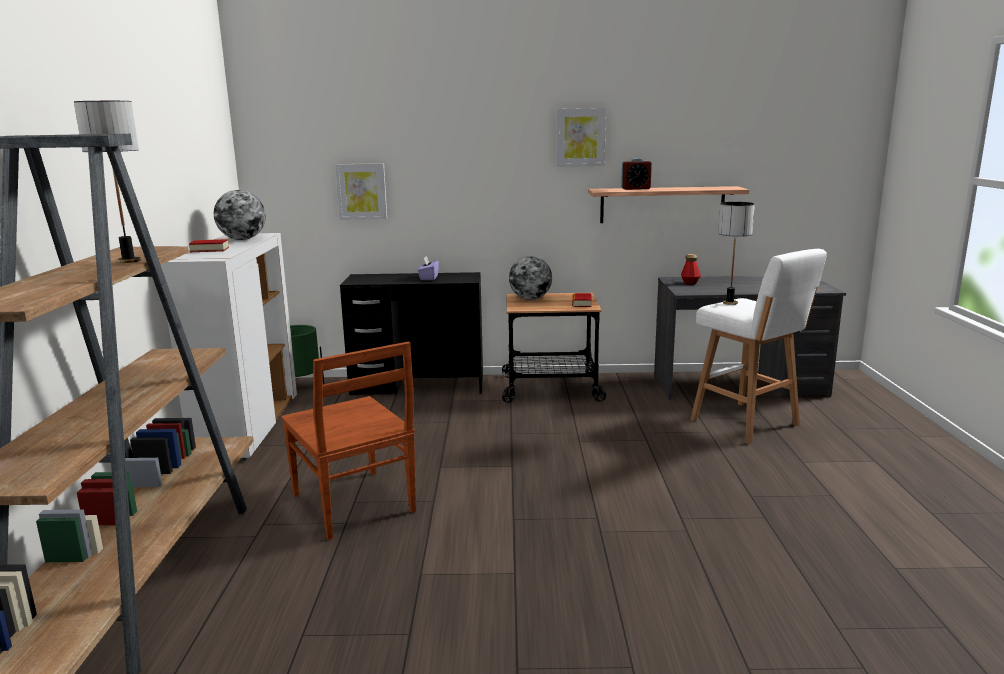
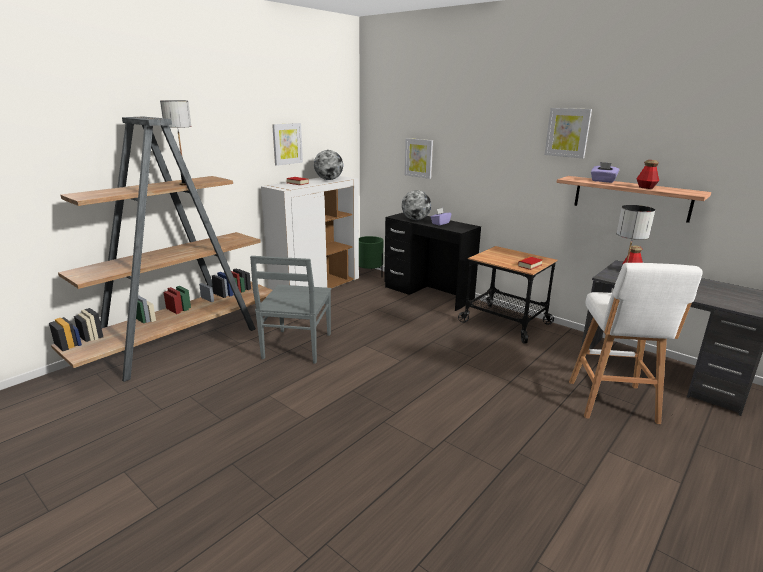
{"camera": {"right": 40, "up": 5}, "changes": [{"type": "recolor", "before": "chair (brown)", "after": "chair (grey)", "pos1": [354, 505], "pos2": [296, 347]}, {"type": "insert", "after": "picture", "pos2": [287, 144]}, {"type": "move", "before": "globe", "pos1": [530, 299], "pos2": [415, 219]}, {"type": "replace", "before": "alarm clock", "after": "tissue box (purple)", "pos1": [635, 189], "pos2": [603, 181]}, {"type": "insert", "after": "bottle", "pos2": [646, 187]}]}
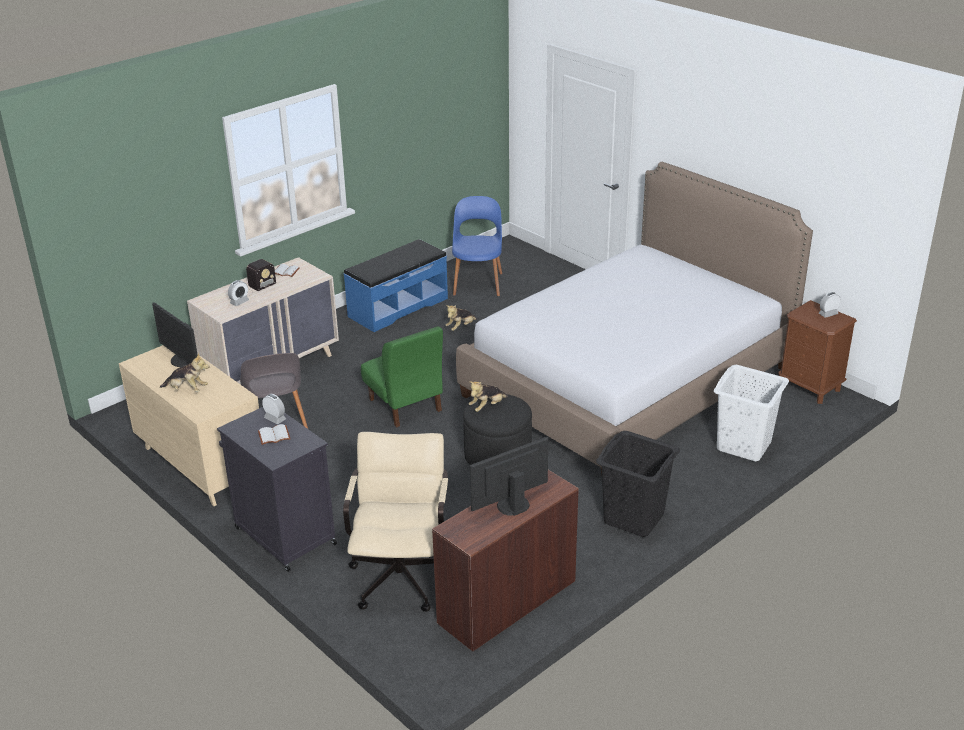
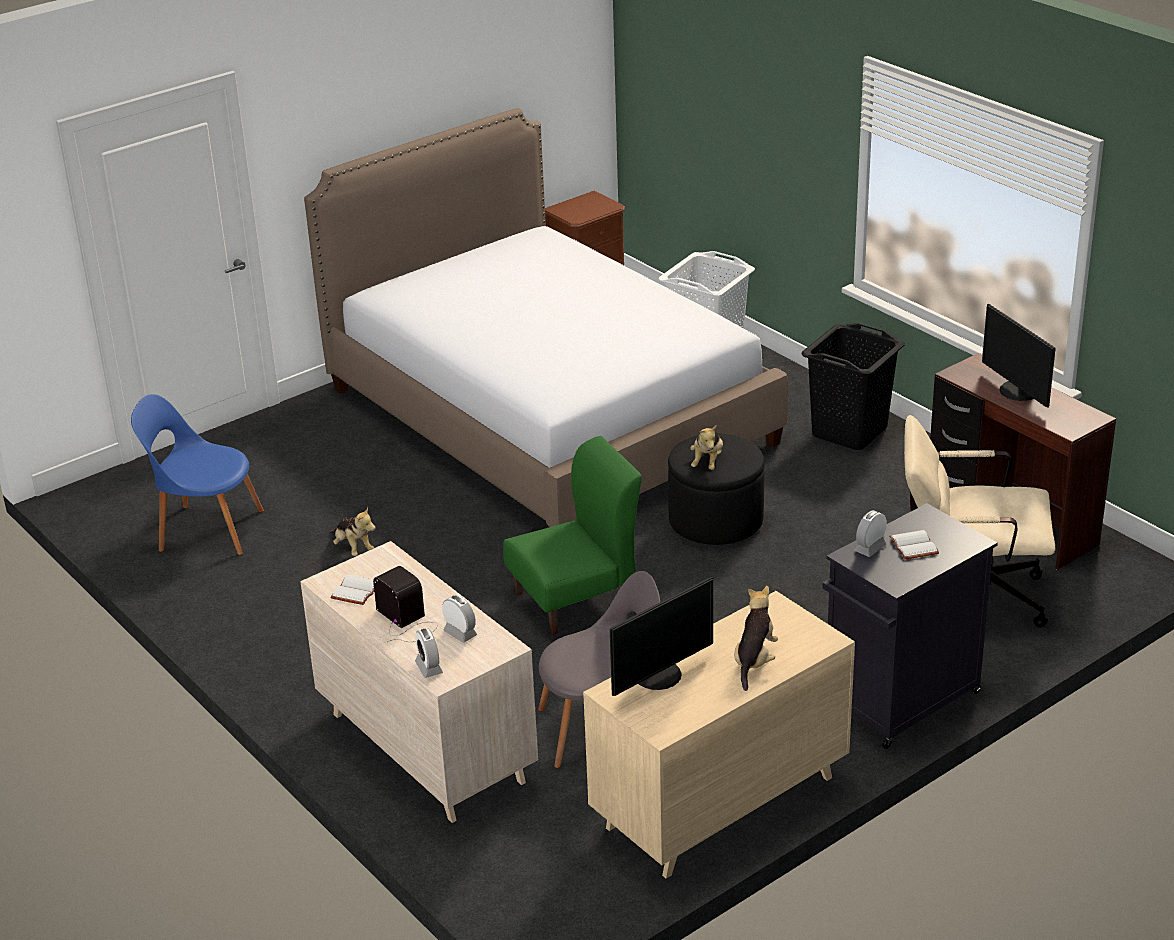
{"camera": {"right": -85, "up": 0}, "changes": [{"type": "move", "before": "alarm clock", "pos1": [828, 314], "pos2": [429, 667]}, {"type": "rotate", "before": "plush toy", "pos1": [487, 407], "pos2": [707, 462], "turn": 45}, {"type": "delete", "before": "bench (blue)", "pos1": [397, 307]}]}
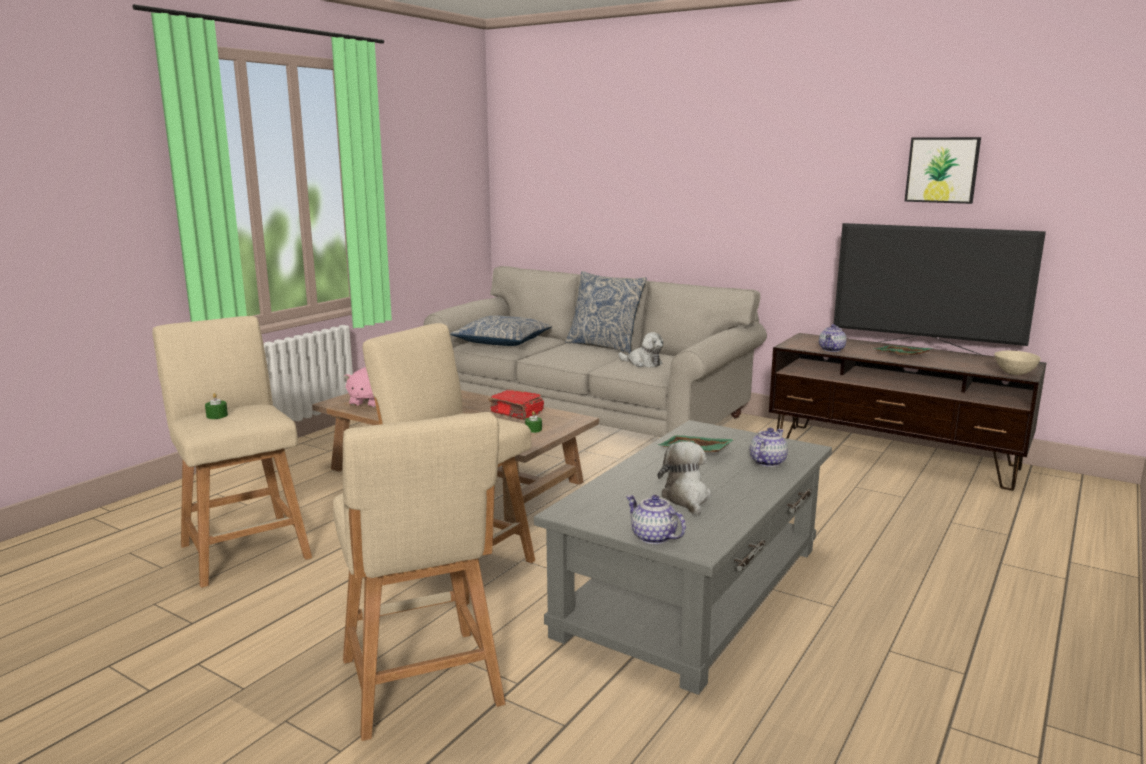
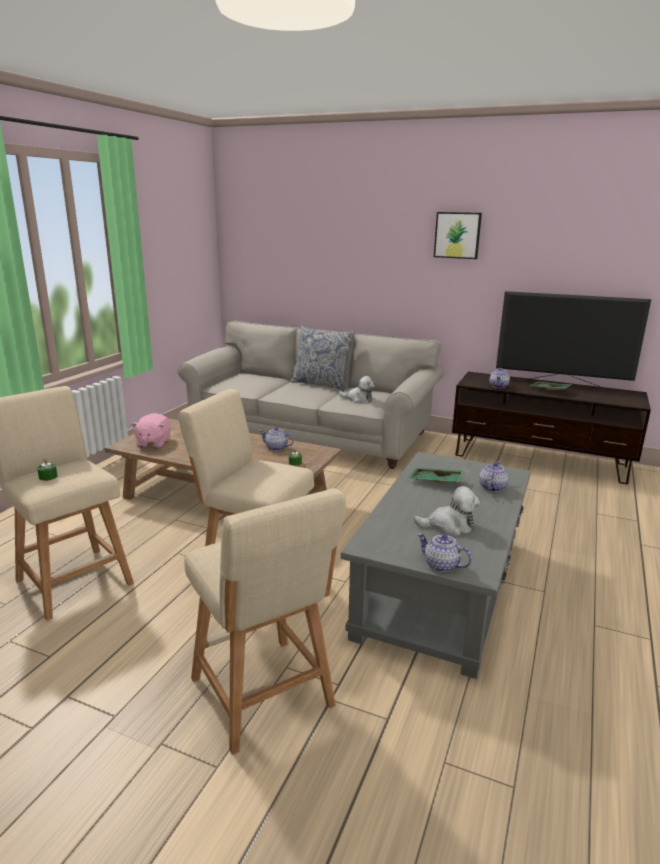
{"camera": {"right": -10, "up": 5}, "changes": [{"type": "replace", "before": "book (red)", "after": "teapot", "pos1": [517, 413], "pos2": [276, 448]}, {"type": "rotate", "before": "plush toy", "pos1": [686, 498], "pos2": [449, 526], "turn": 105}, {"type": "move", "before": "picture", "pos1": [942, 170], "pos2": [457, 235]}, {"type": "delete", "before": "pillow", "pos1": [502, 342]}, {"type": "delete", "before": "bowl (beige)", "pos1": [1013, 373]}]}
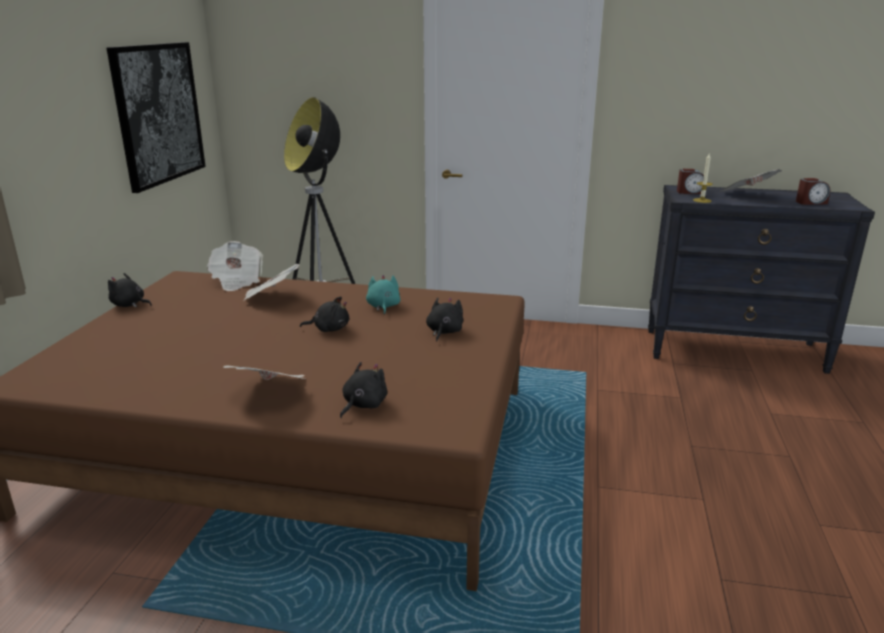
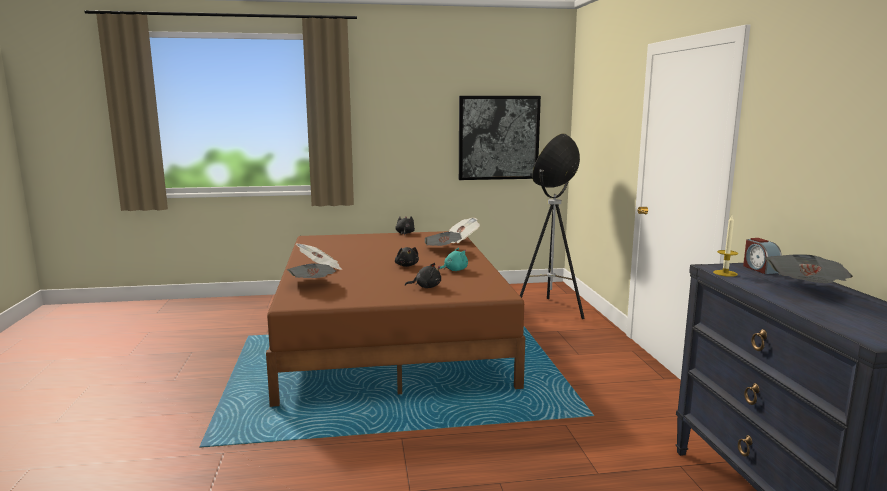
{"camera": {"right": 70, "up": -10}, "changes": [{"type": "replace", "before": "plush toy (black)", "after": "newspaper", "pos1": [363, 405], "pos2": [313, 284]}, {"type": "delete", "before": "alarm clock", "pos1": [811, 202]}]}
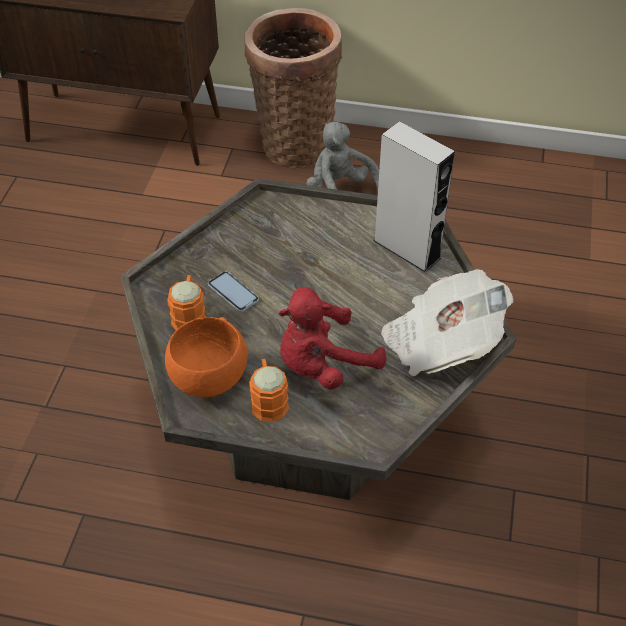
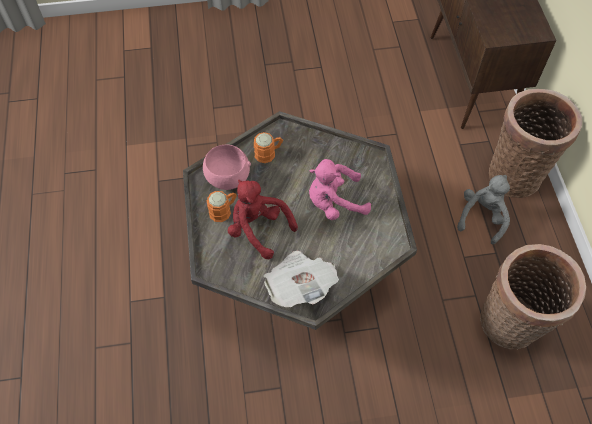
{"camera": {"right": 70, "up": 10}, "changes": [{"type": "recolor", "before": "bowl (orange)", "after": "bowl (pink)", "pos1": [208, 379], "pos2": [227, 178]}, {"type": "insert", "after": "plush toy (pink)", "pos2": [334, 202]}, {"type": "insert", "after": "basket", "pos2": [511, 325]}, {"type": "delete", "before": "phone", "pos1": [233, 292]}, {"type": "delete", "before": "speaker (grey)", "pos1": [407, 249]}]}
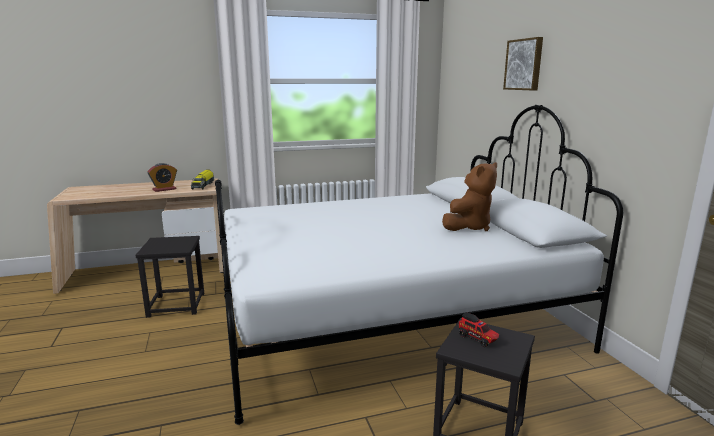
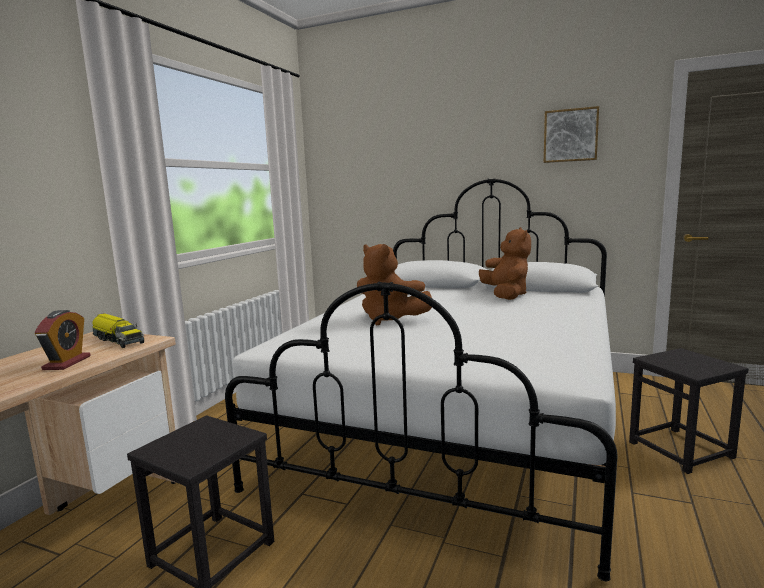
{"camera": {"right": -50, "up": -5}, "changes": [{"type": "insert", "after": "plush toy (brown)", "pos2": [390, 319]}, {"type": "move", "before": "picture", "pos1": [524, 64], "pos2": [570, 135]}, {"type": "delete", "before": "toy truck", "pos1": [478, 339]}]}
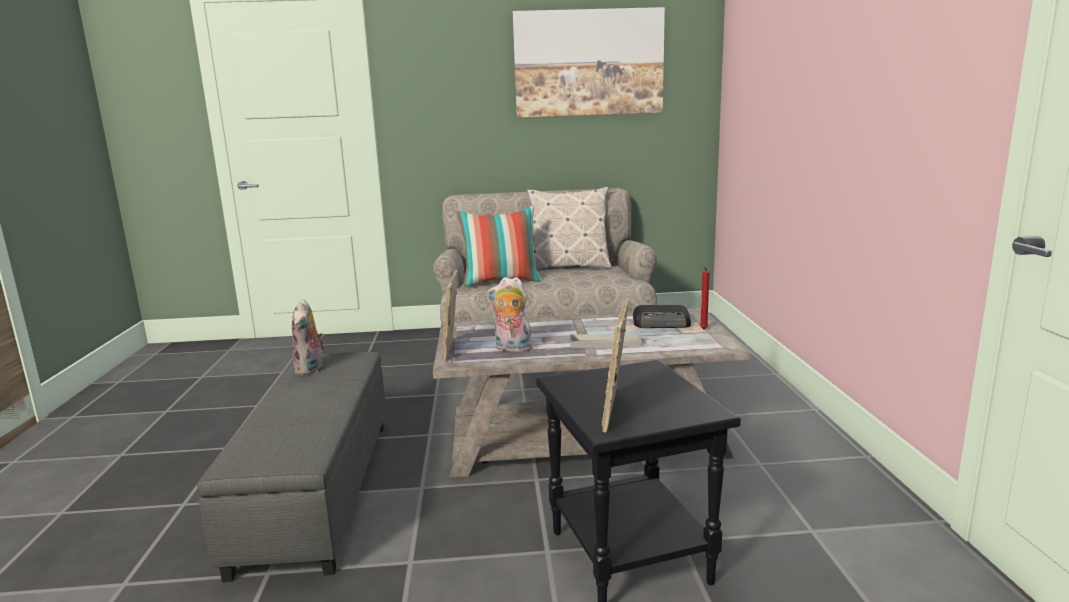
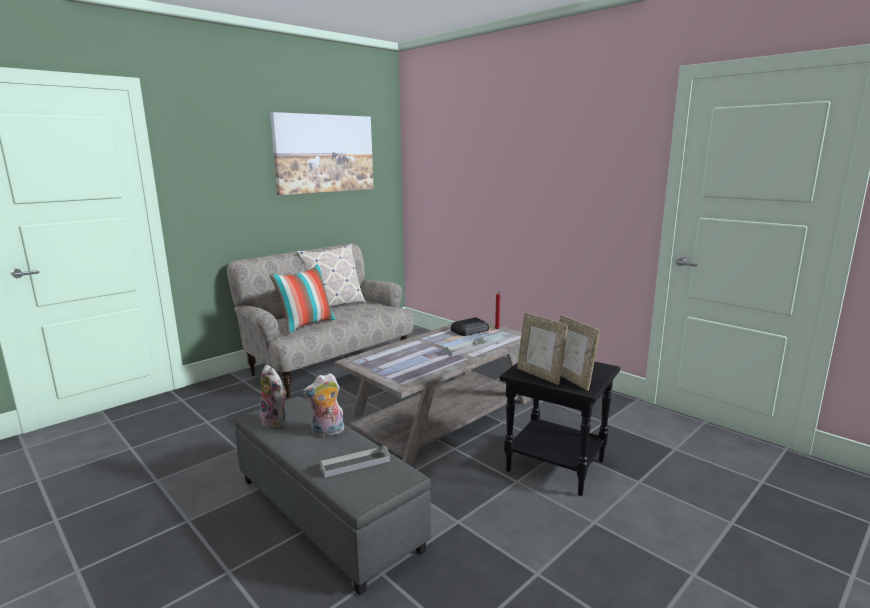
{"camera": {"right": -40, "up": 0}, "changes": [{"type": "move", "before": "plush toy", "pos1": [511, 349], "pos2": [327, 432]}, {"type": "insert", "after": "tray (grey)", "pos2": [355, 463]}, {"type": "move", "before": "picture frame", "pos1": [452, 349], "pos2": [539, 375]}]}
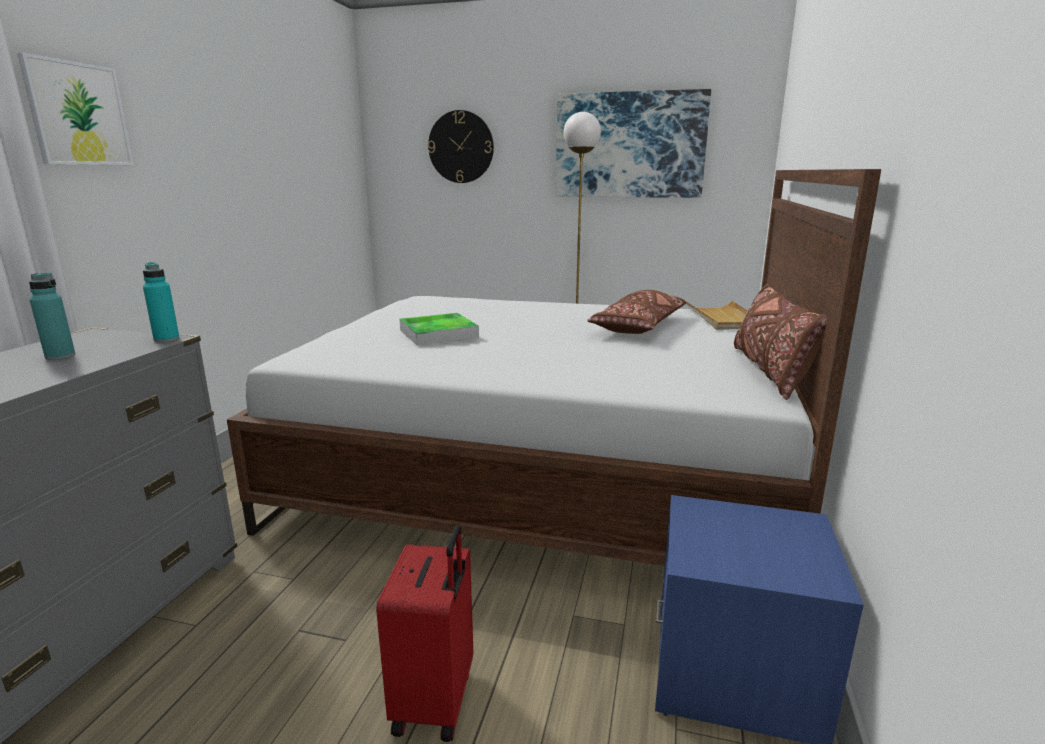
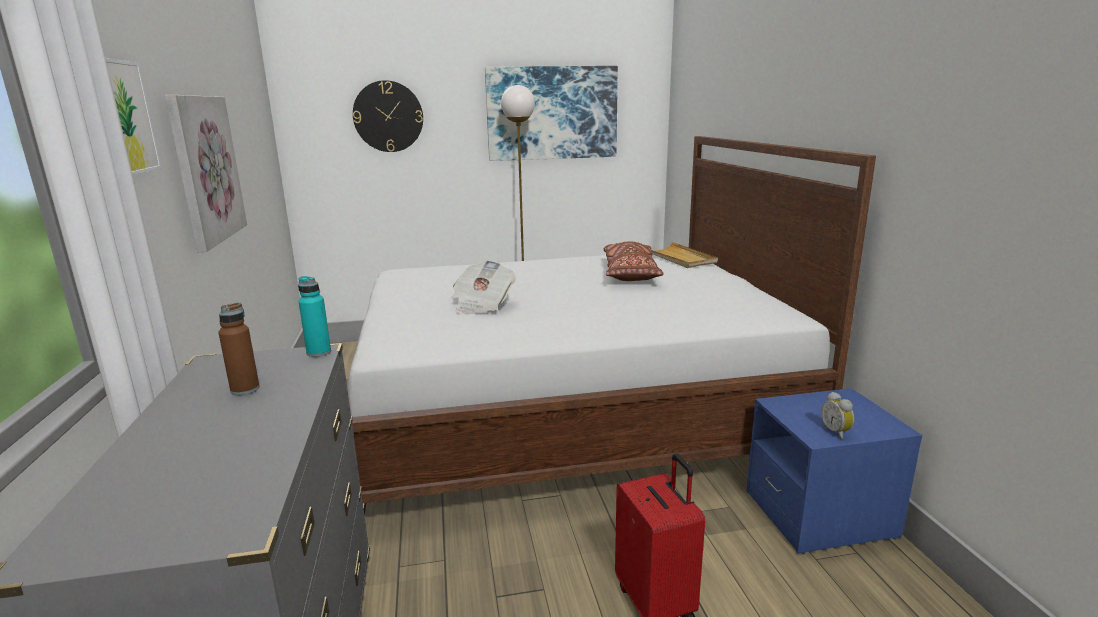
{"camera": {"right": -25, "up": 0}, "changes": [{"type": "insert", "after": "picture", "pos2": [205, 169]}, {"type": "recolor", "before": "bottle (turquoise)", "after": "bottle (brown)", "pos1": [60, 356], "pos2": [245, 389]}, {"type": "replace", "before": "tray", "after": "newspaper", "pos1": [438, 334], "pos2": [482, 305]}, {"type": "insert", "after": "alarm clock", "pos2": [836, 432]}, {"type": "delete", "before": "pillow (brown)", "pos1": [770, 371]}]}
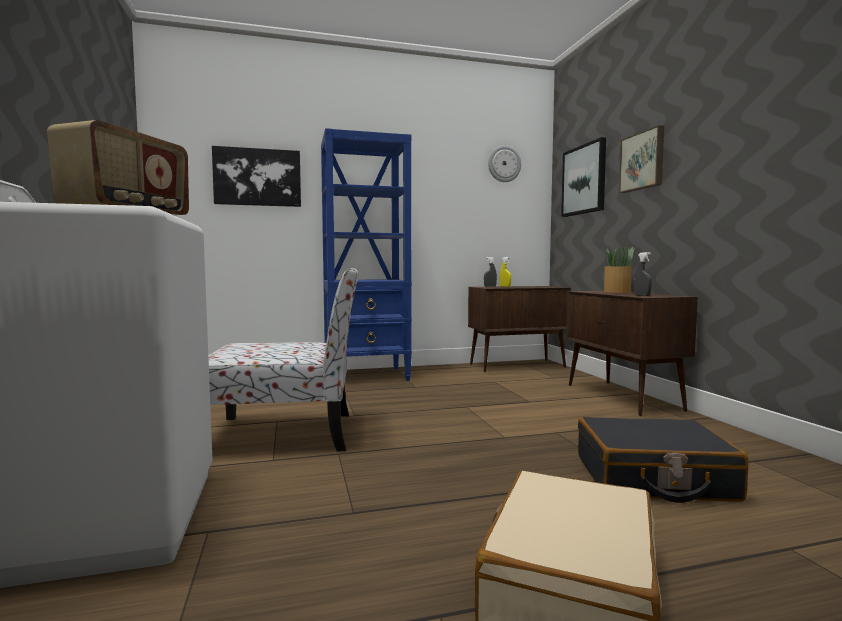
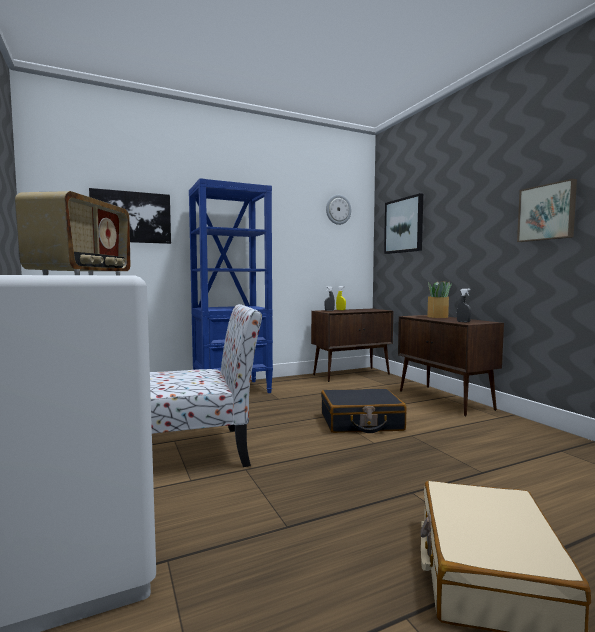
{"camera": {"right": -10, "up": 0}, "changes": [{"type": "move", "before": "suitcase (black)", "pos1": [653, 478], "pos2": [361, 422]}, {"type": "move", "before": "picture", "pos1": [642, 161], "pos2": [547, 212]}]}
